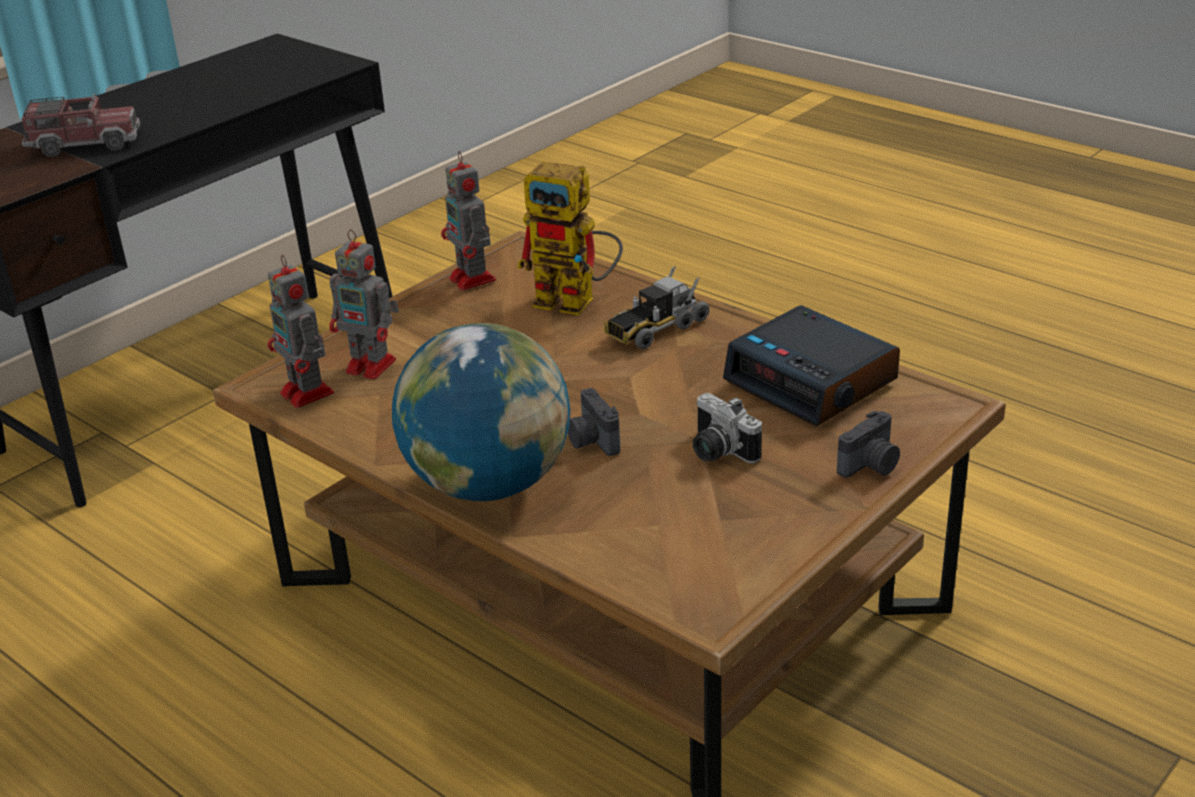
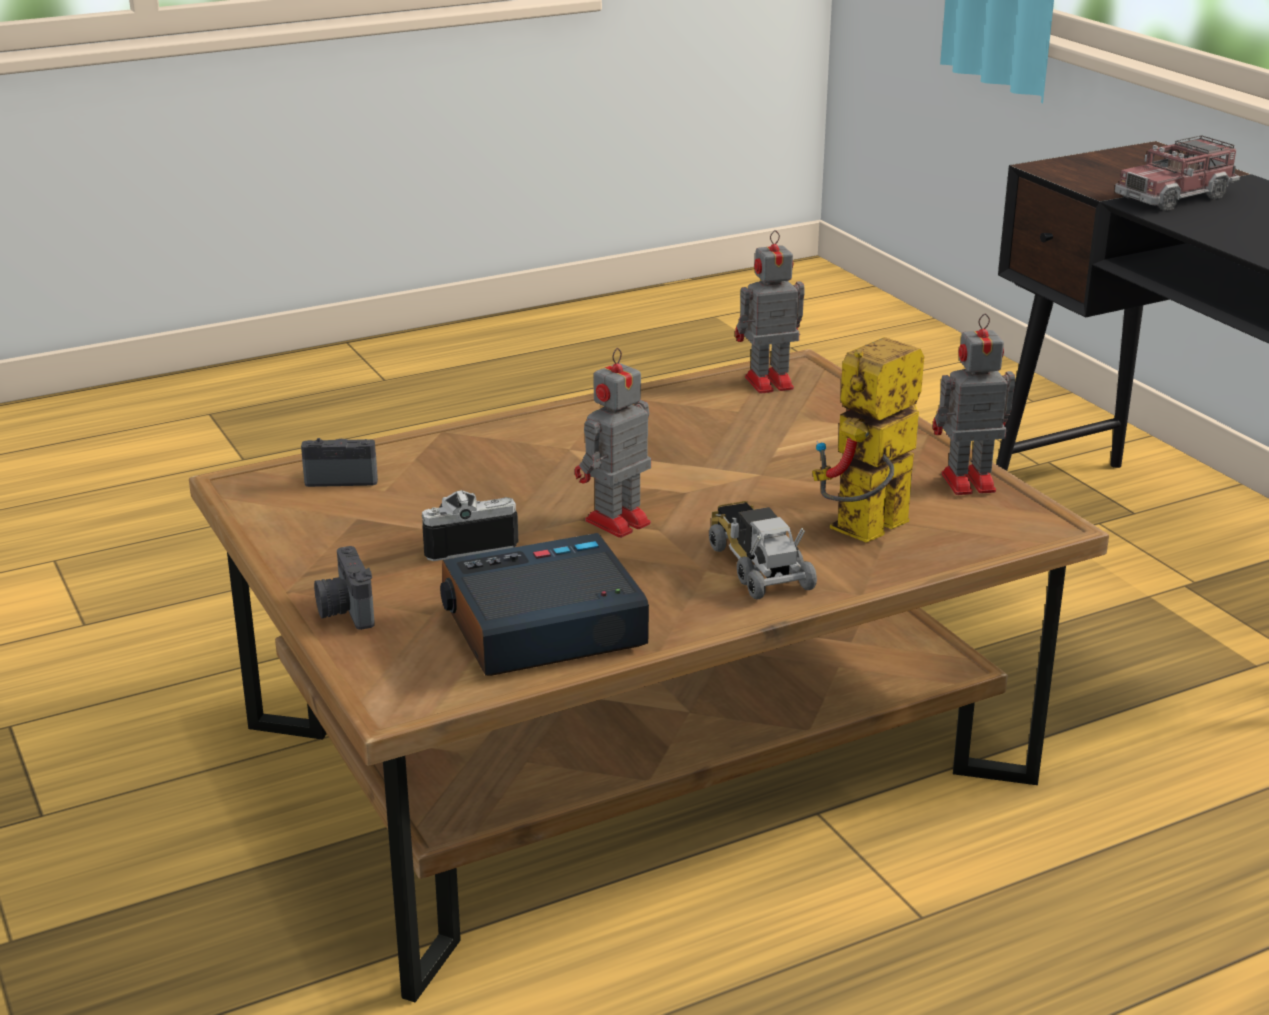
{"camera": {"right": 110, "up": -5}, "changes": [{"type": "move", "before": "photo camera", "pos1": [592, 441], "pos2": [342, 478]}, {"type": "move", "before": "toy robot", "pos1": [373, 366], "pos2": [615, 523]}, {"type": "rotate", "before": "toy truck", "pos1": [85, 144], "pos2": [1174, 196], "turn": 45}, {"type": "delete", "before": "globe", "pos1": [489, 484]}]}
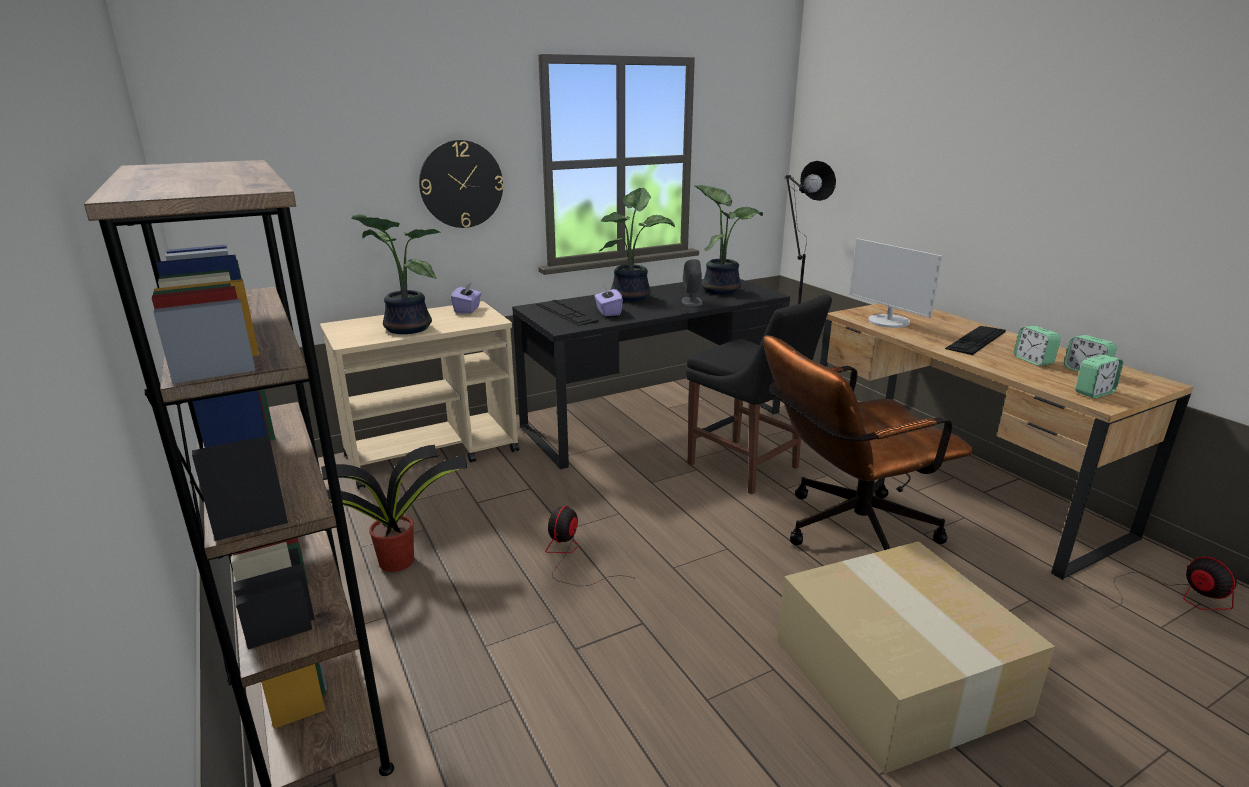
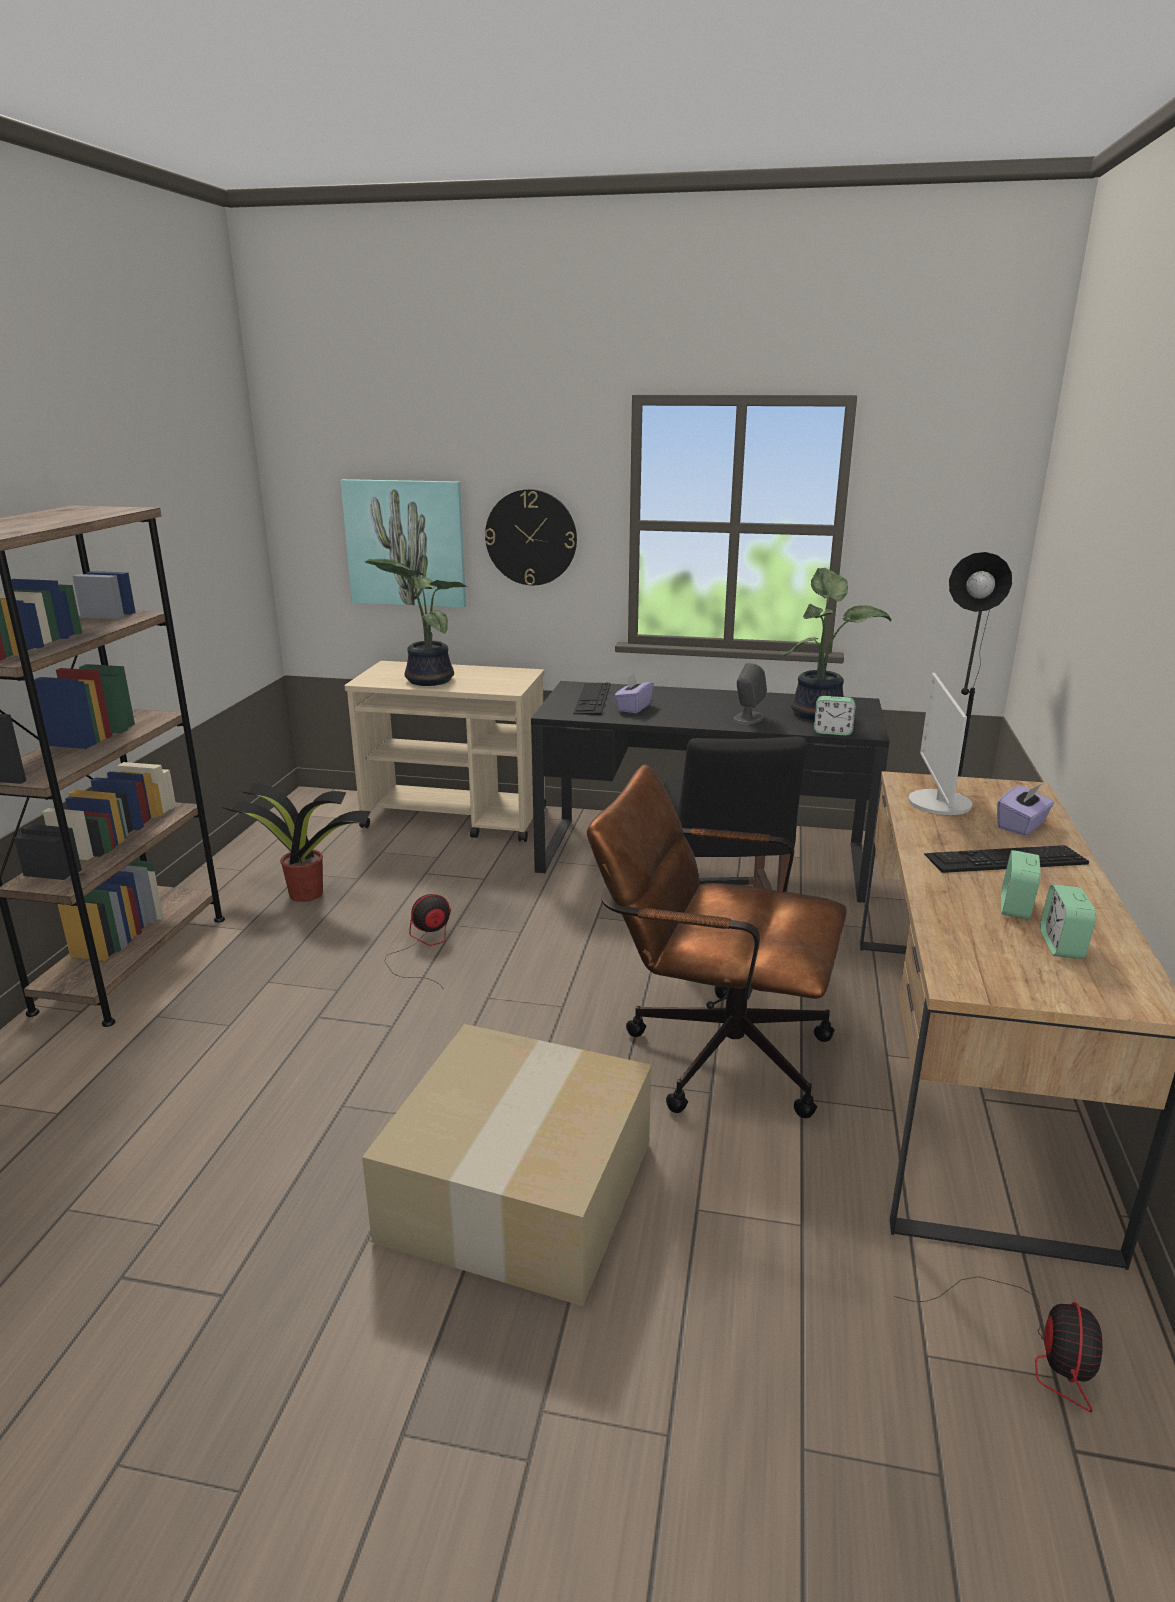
{"camera": {"right": 40, "up": 0}, "changes": [{"type": "insert", "after": "picture", "pos2": [405, 543]}, {"type": "move", "before": "alarm clock", "pos1": [1094, 393], "pos2": [832, 732]}, {"type": "move", "before": "tissue box (purple)", "pos1": [467, 309], "pos2": [1022, 826]}, {"type": "delete", "before": "potted plant", "pos1": [633, 297]}]}
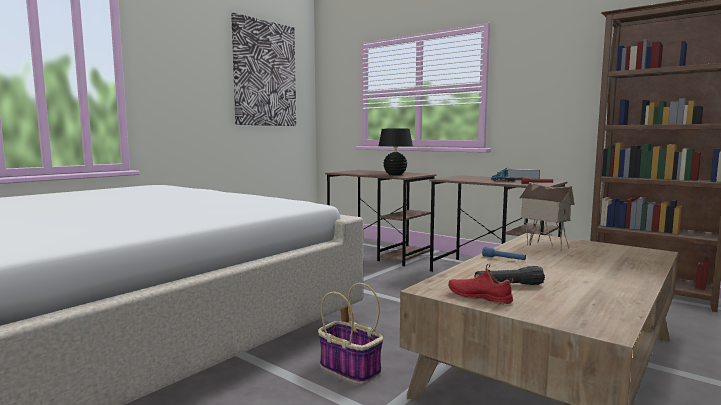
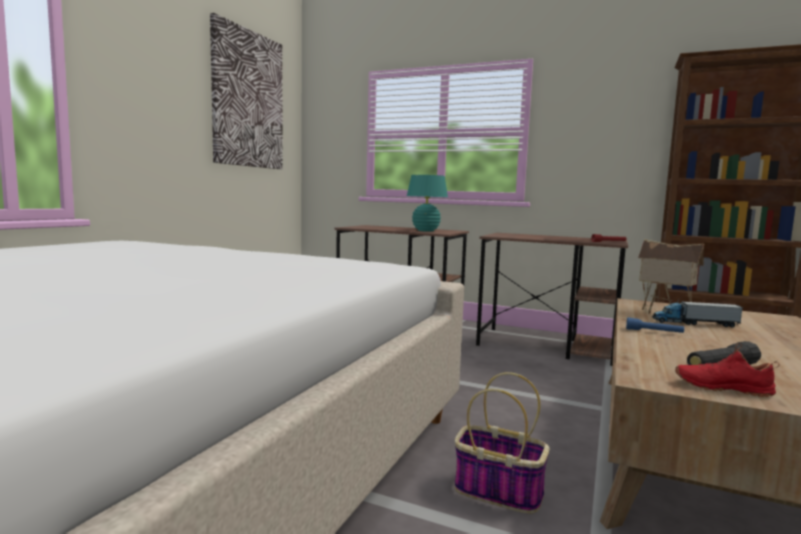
{"camera": {"right": -15, "up": 0}, "changes": [{"type": "recolor", "before": "table lamp (black)", "after": "table lamp (turquoise)", "pos1": [395, 174], "pos2": [425, 231]}, {"type": "move", "before": "toy truck", "pos1": [515, 181], "pos2": [694, 323]}]}
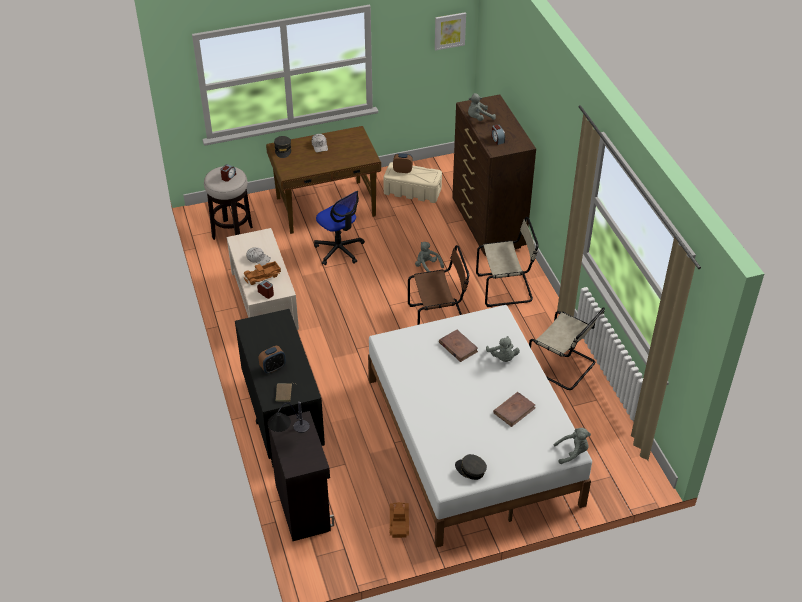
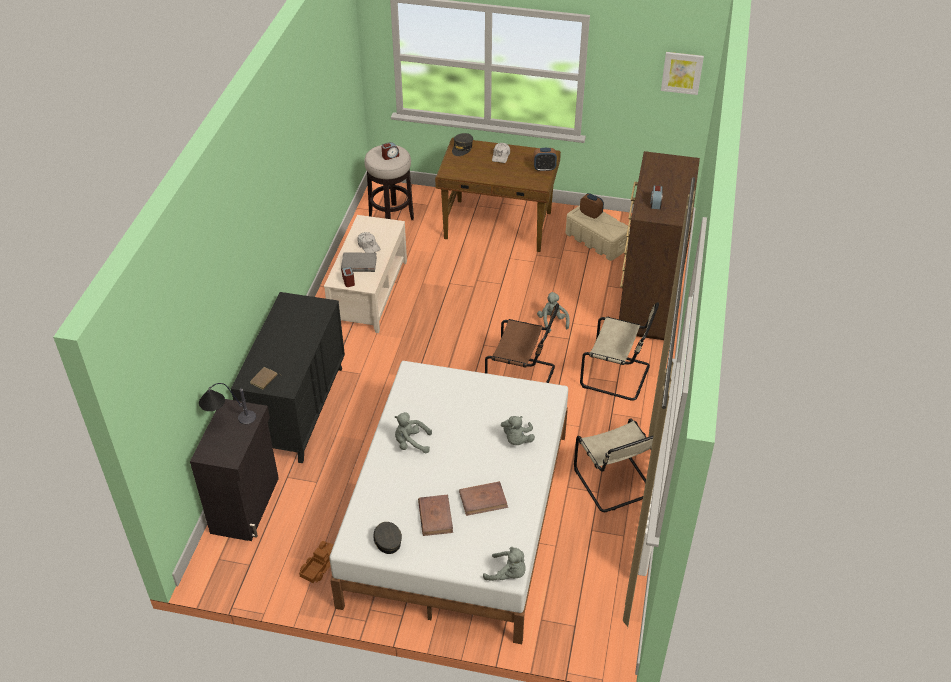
{"camera": {"right": 30, "up": 0}, "changes": [{"type": "replace", "before": "toy truck", "after": "book (grey)", "pos1": [262, 276], "pos2": [358, 264]}, {"type": "move", "before": "plush toy (grey)", "pos1": [479, 118], "pos2": [411, 443]}, {"type": "move", "before": "book (brown)", "pos1": [458, 347], "pos2": [435, 516]}, {"type": "move", "before": "alarm clock", "pos1": [273, 368], "pos2": [544, 168]}, {"type": "delete", "before": "office chair", "pos1": [339, 250]}]}
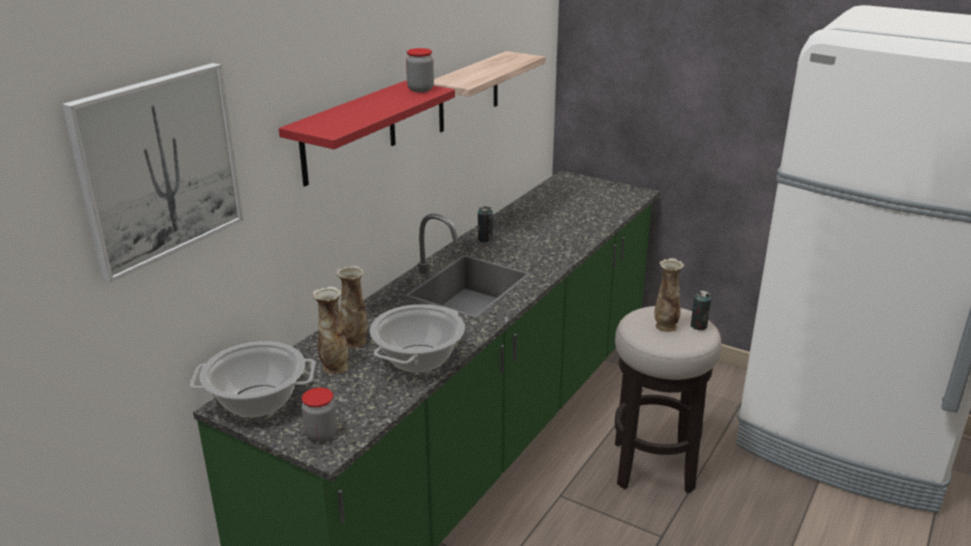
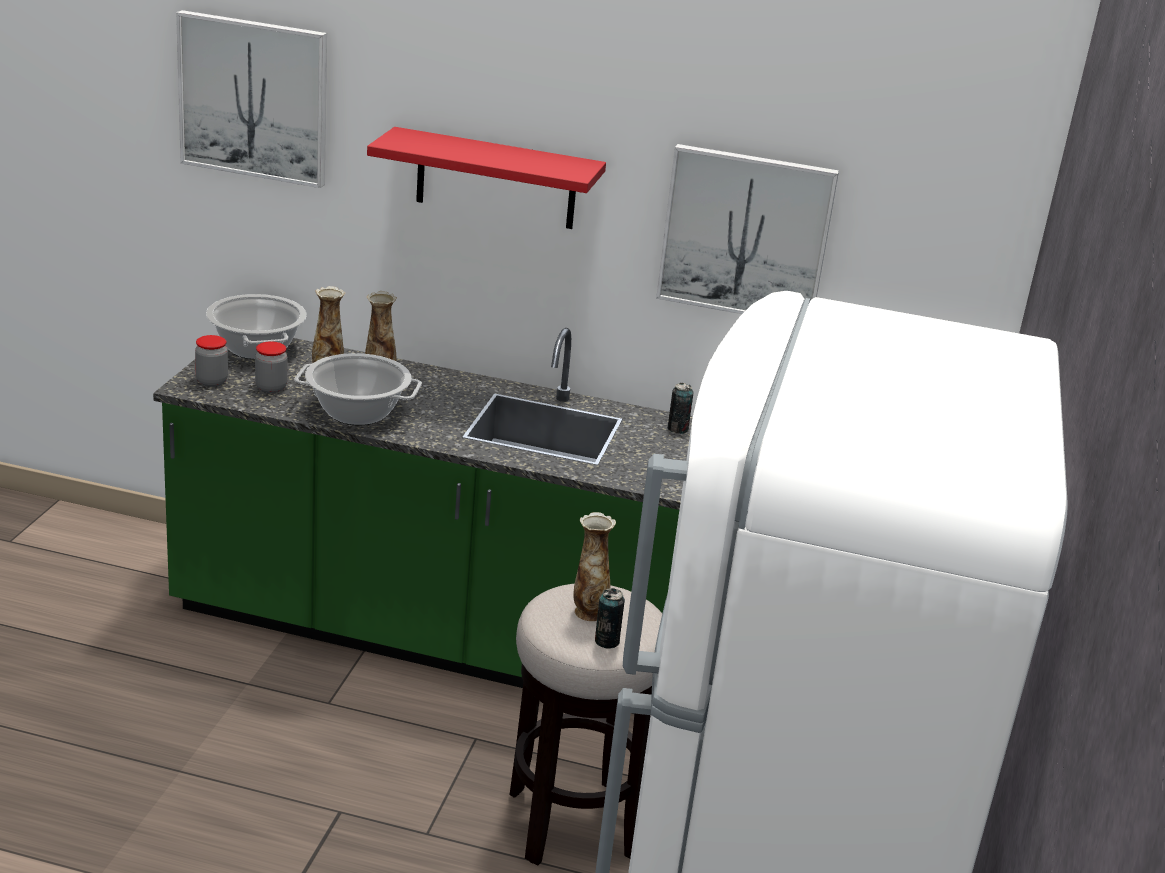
{"camera": {"right": 70, "up": 0}, "changes": [{"type": "move", "before": "jar", "pos1": [420, 89], "pos2": [271, 388]}, {"type": "replace", "before": "shelf", "after": "picture", "pos1": [468, 92], "pos2": [745, 234]}]}
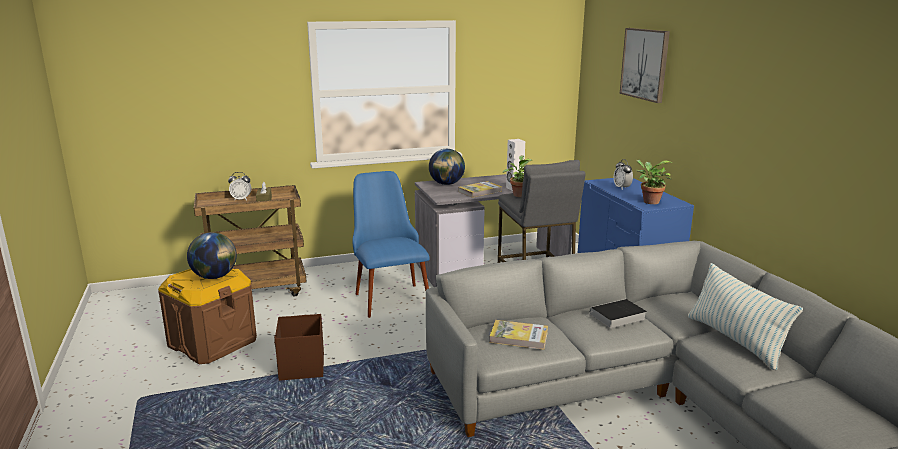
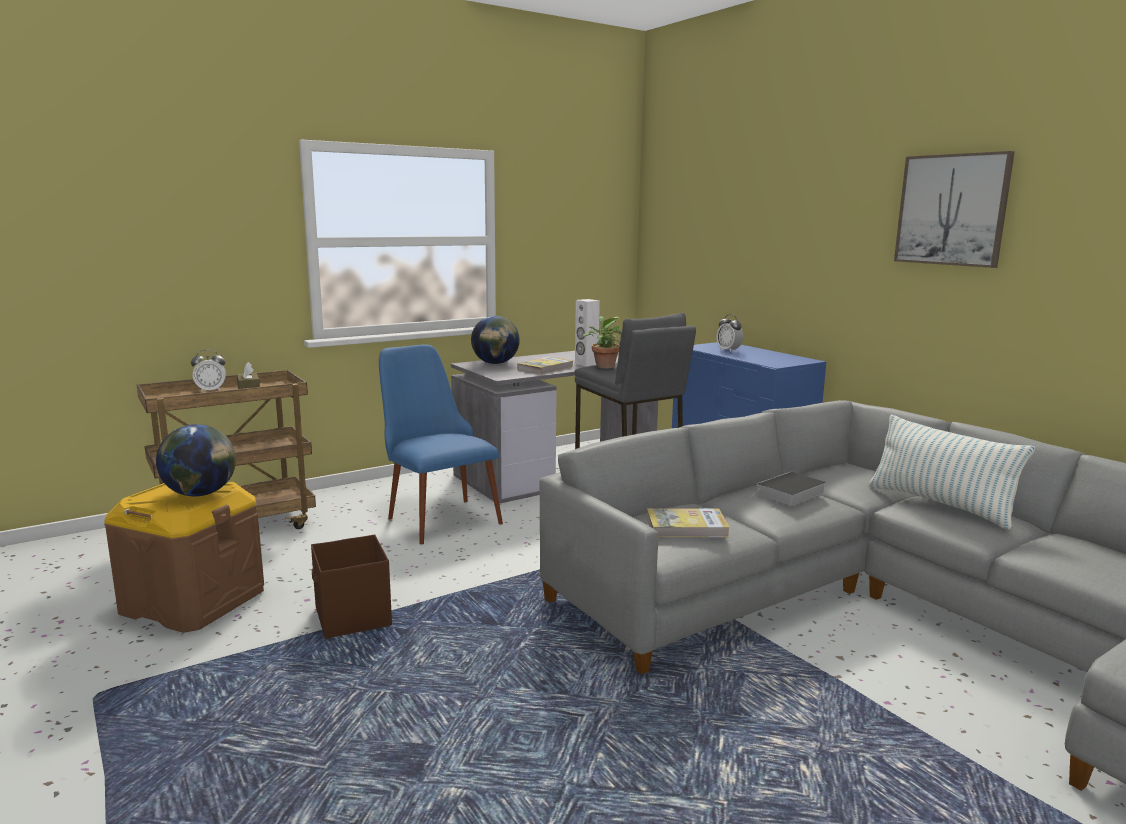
{"camera": {"right": -15, "up": -5}, "changes": [{"type": "move", "before": "picture", "pos1": [645, 64], "pos2": [952, 210]}, {"type": "delete", "before": "potted plant", "pos1": [649, 201]}]}
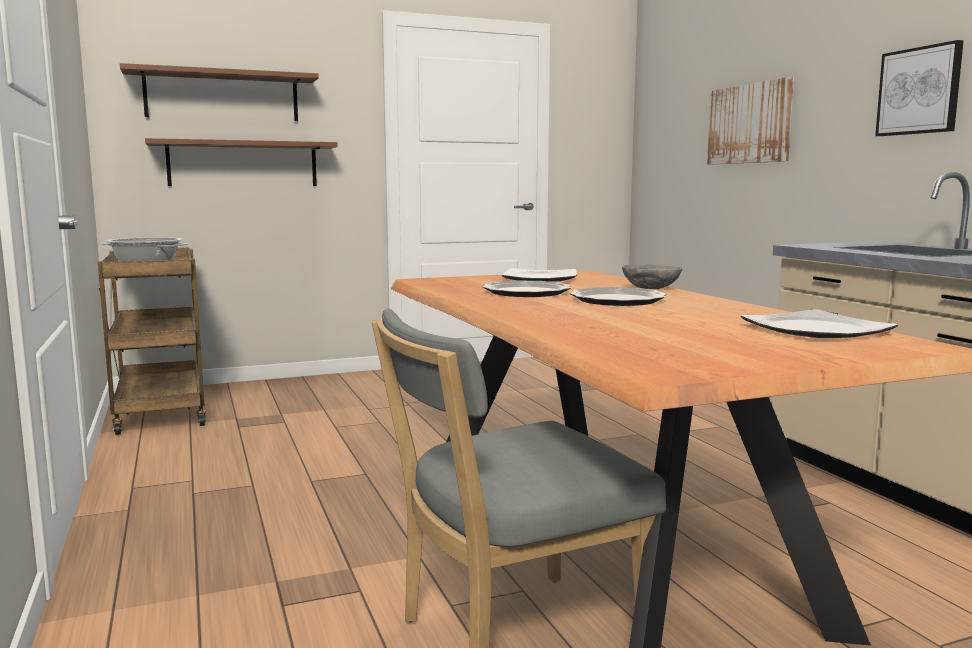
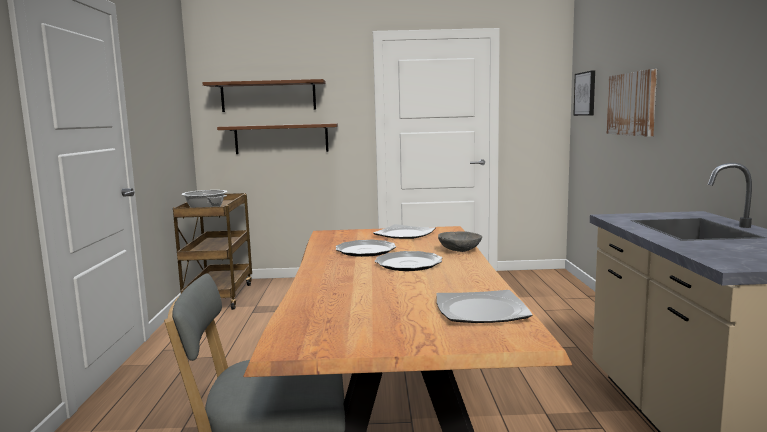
{"camera": {"right": 20, "up": 0}, "changes": [{"type": "move", "before": "picture", "pos1": [919, 91], "pos2": [585, 94]}]}
